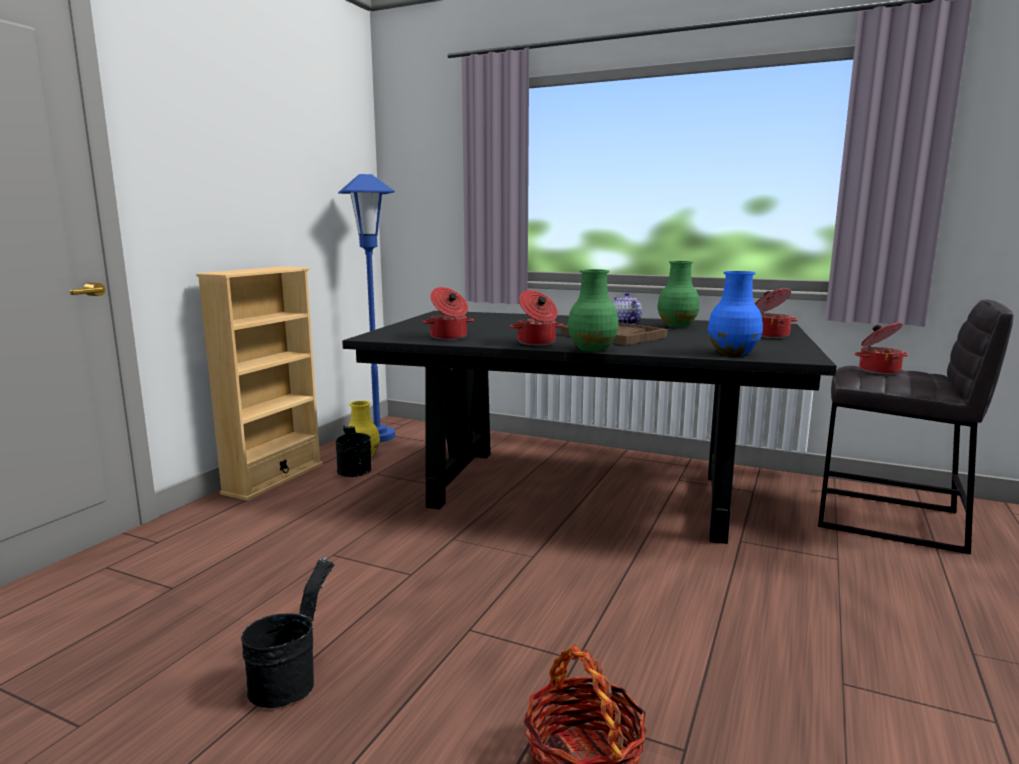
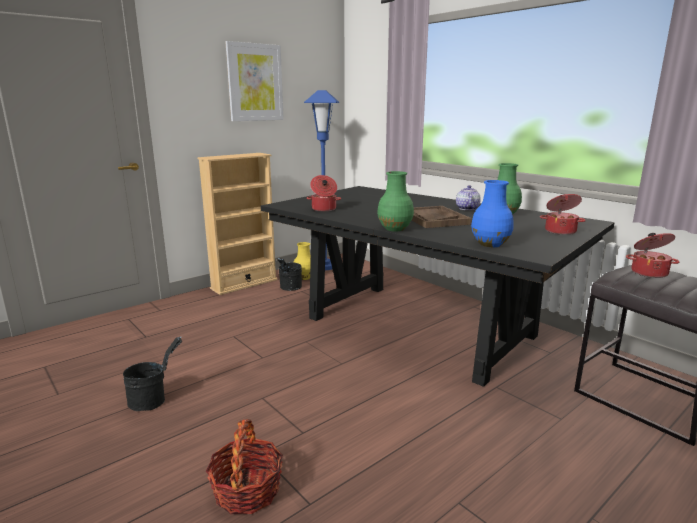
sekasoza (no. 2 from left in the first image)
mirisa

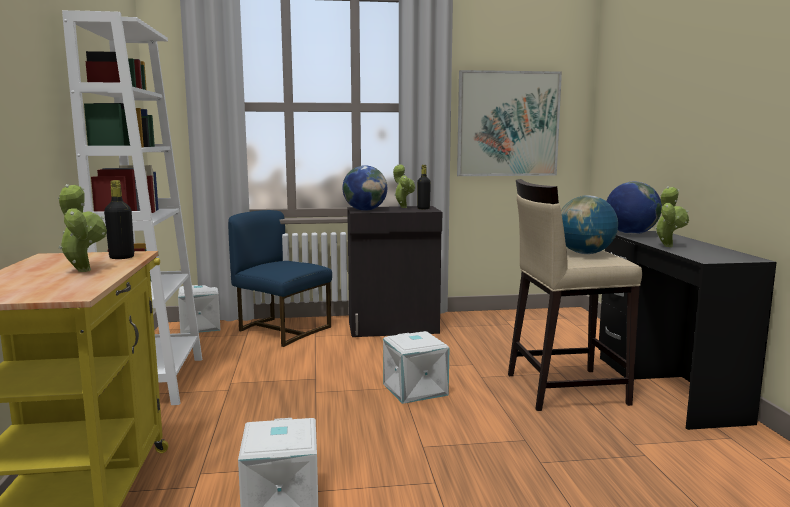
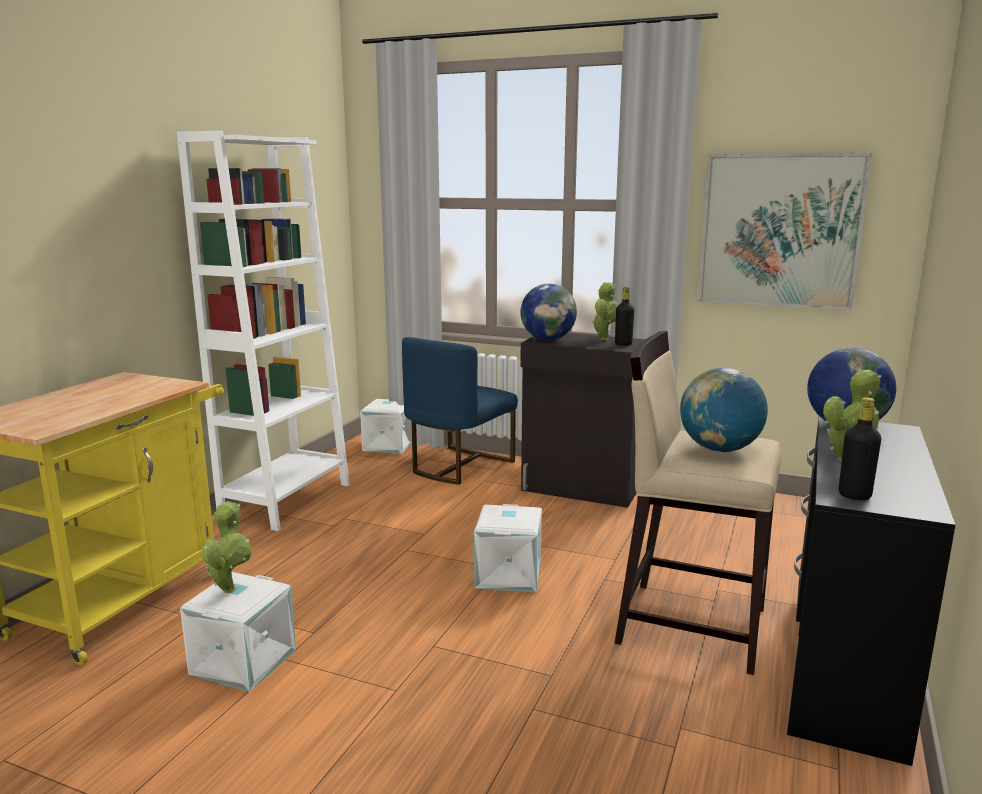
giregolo (no. 1 from left)
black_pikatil (no. 2 from left)
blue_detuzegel

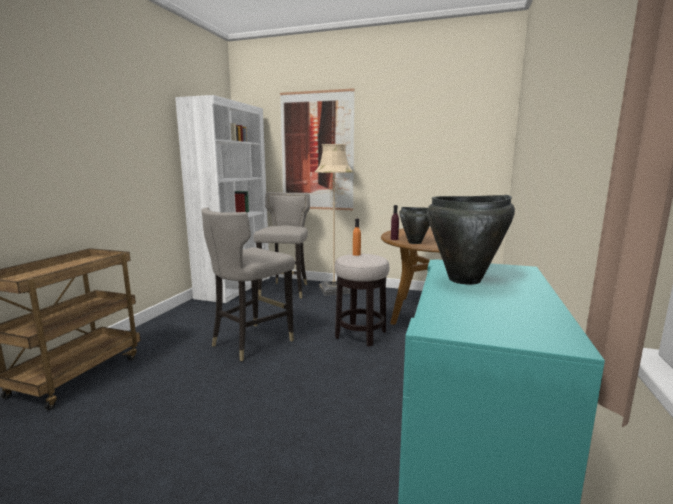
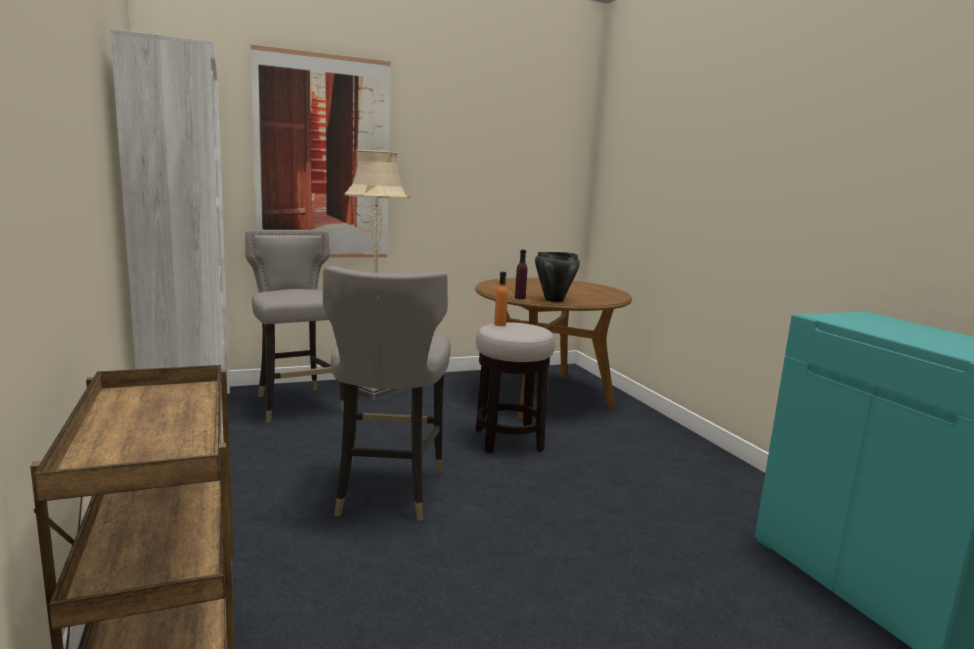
black_sekasoza (no. 2 from left in the first image)

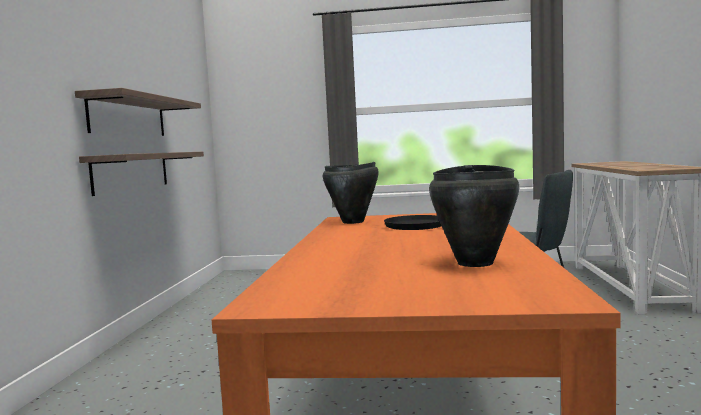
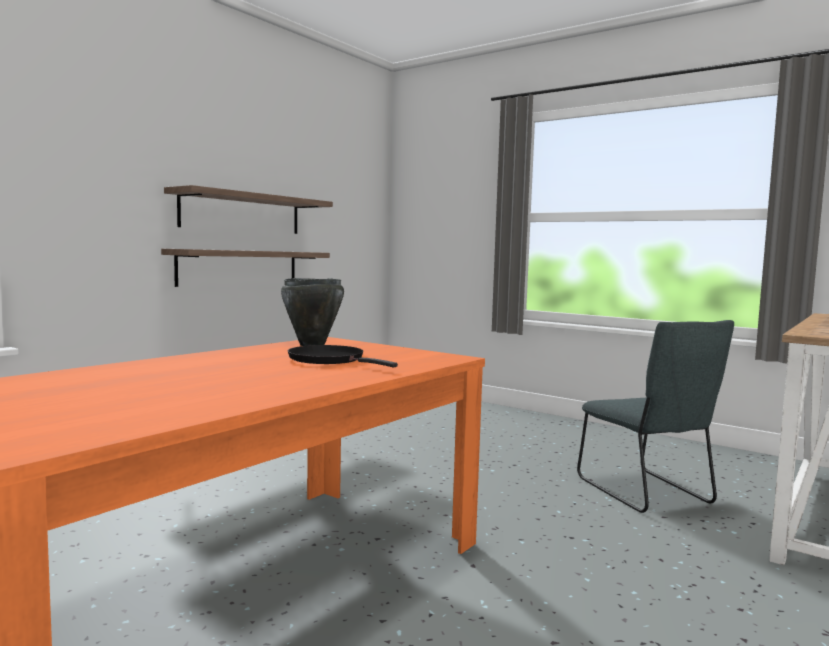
black_sekasoza (no. 2 from left in the first image)

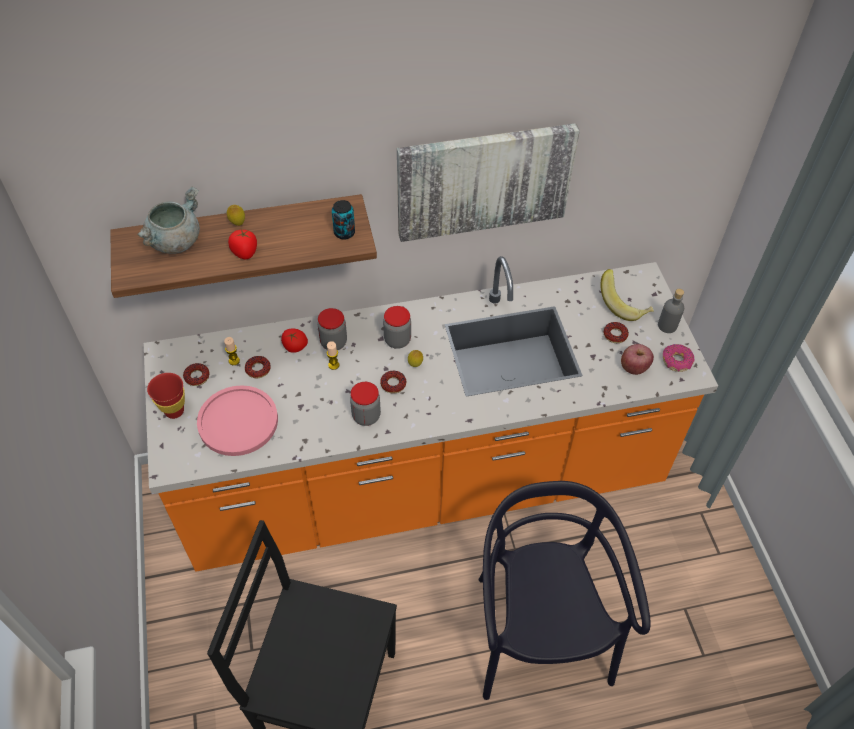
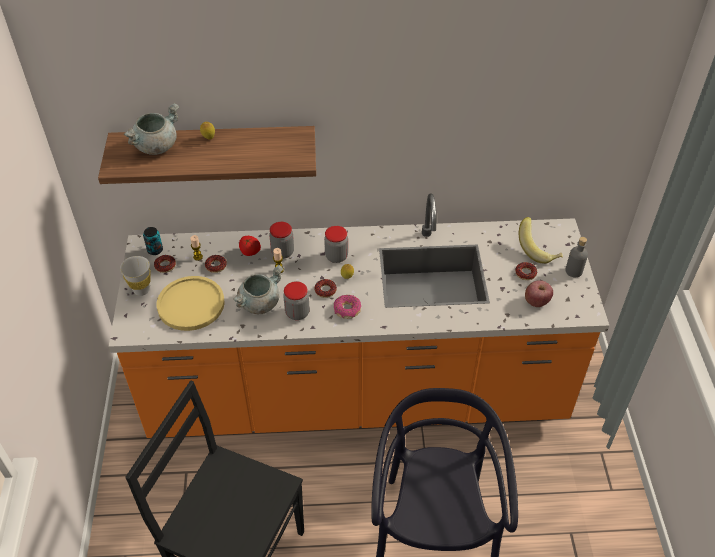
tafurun (no. 1 from left in the first image)
mirisa
grey_sekasoza (no. 2 from left)
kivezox
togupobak (no. 4 from left)
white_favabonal
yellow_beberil

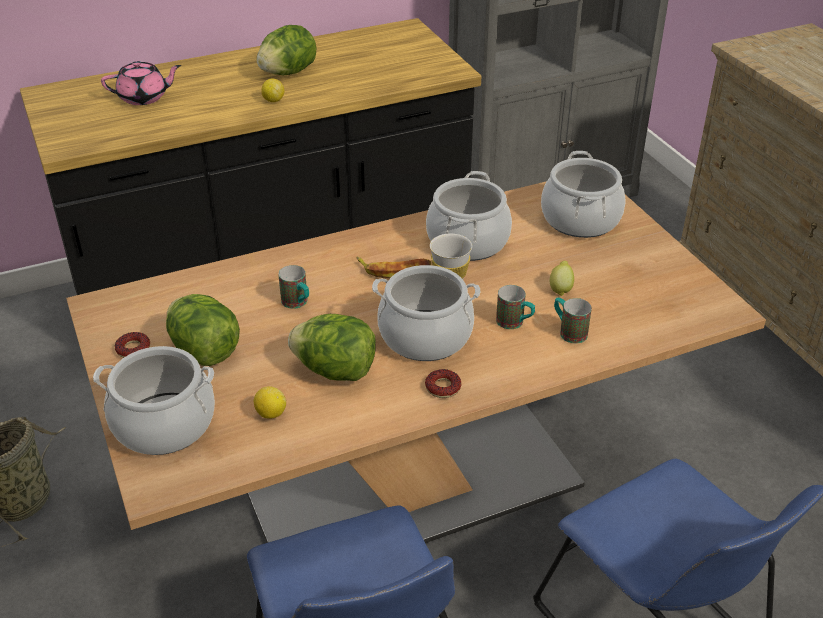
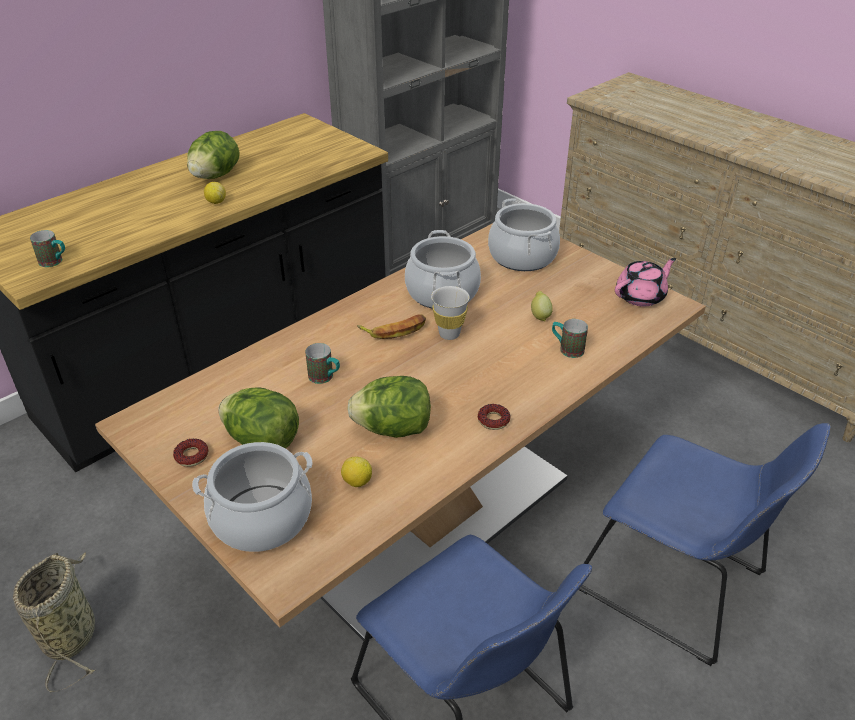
sekasoza (no. 2 from left in the first image)
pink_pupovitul
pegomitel (no. 1 from left)

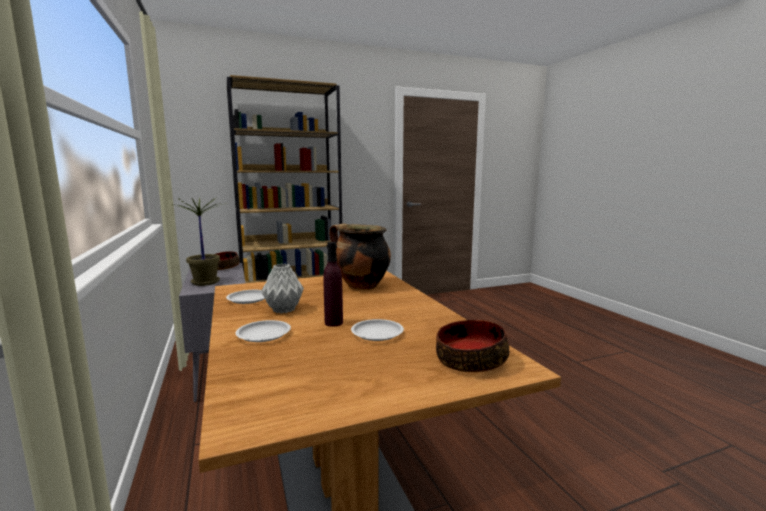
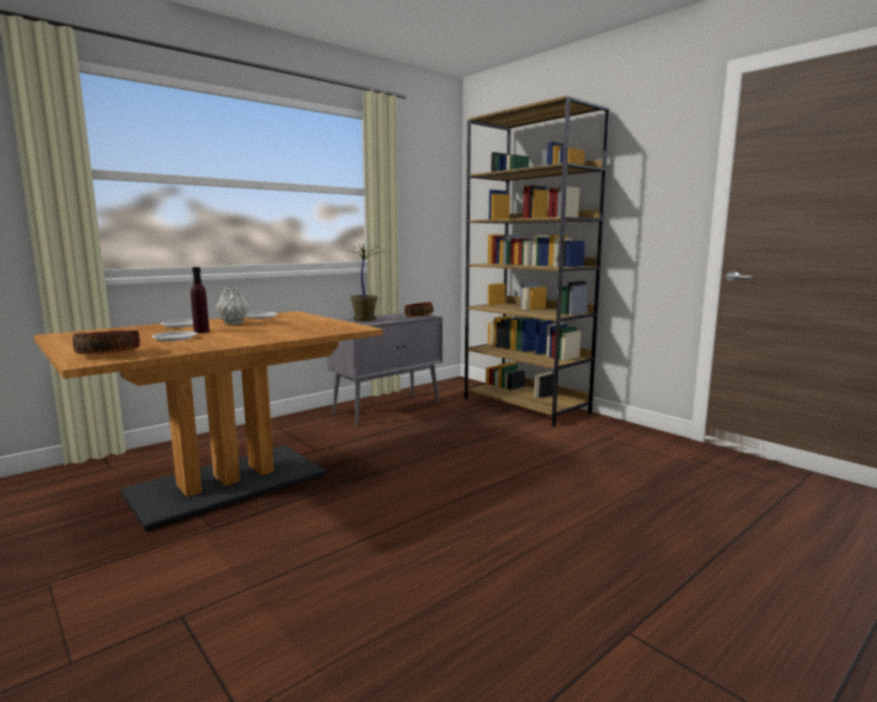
sekasoza

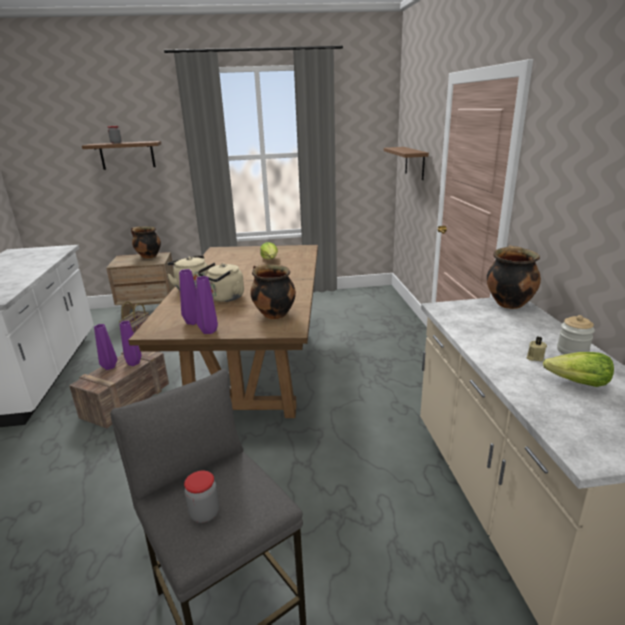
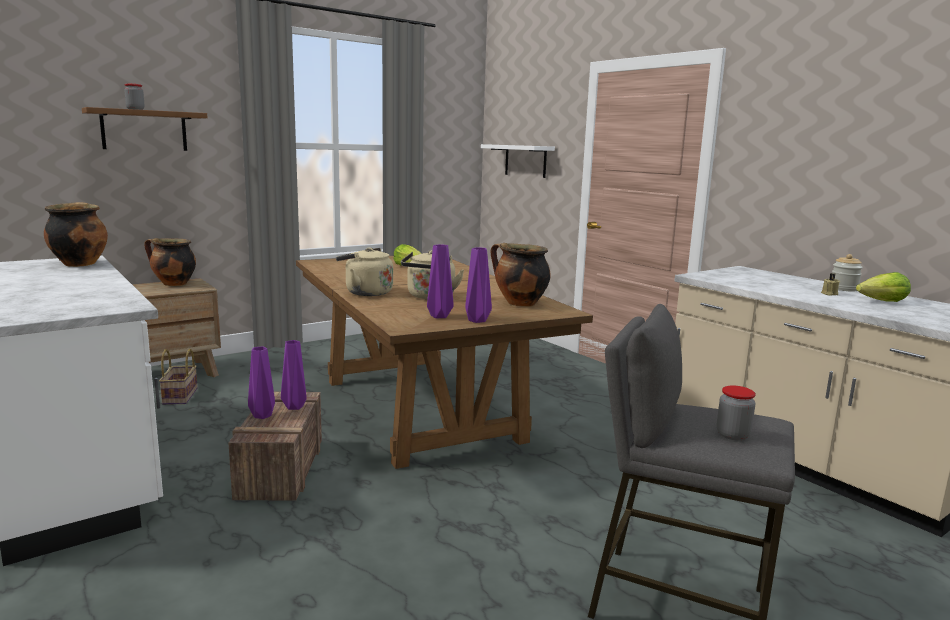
sekasoza (no. 1 from left)
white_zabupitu

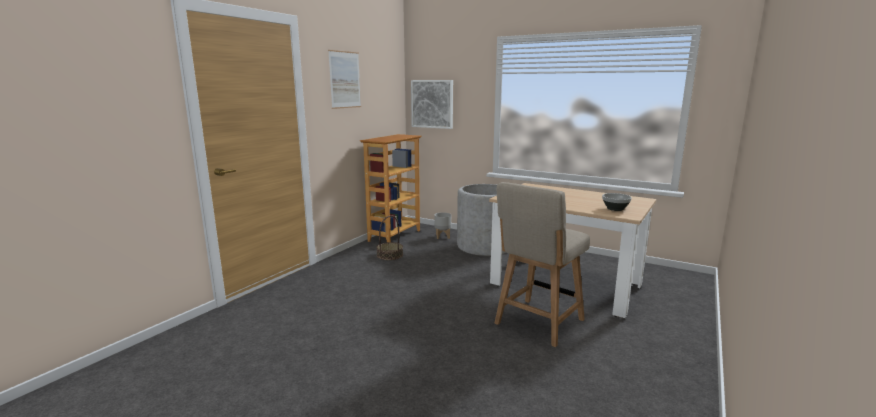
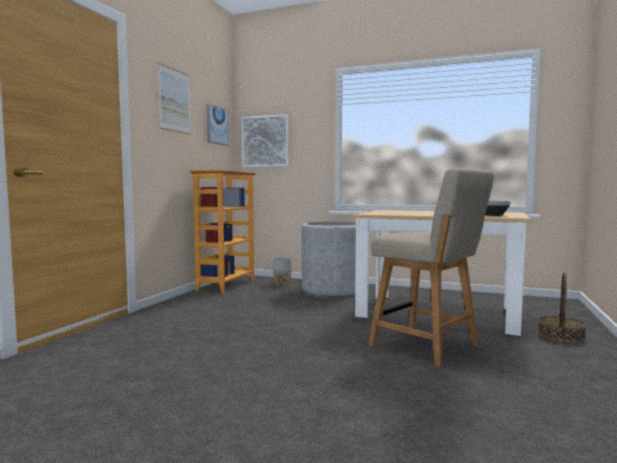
mirisa (no. 2 from left)
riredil
beige_detuzegel

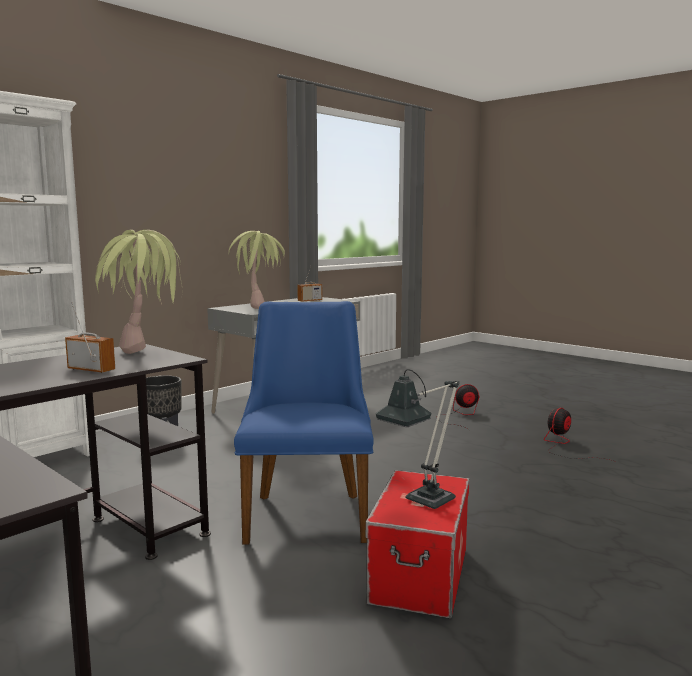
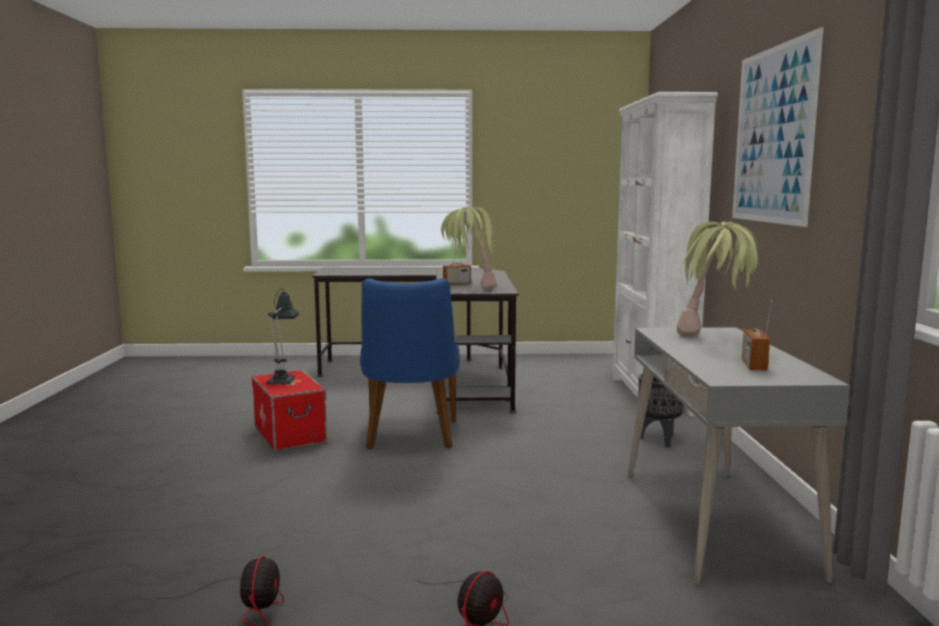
mirisa
blue_detuzegel

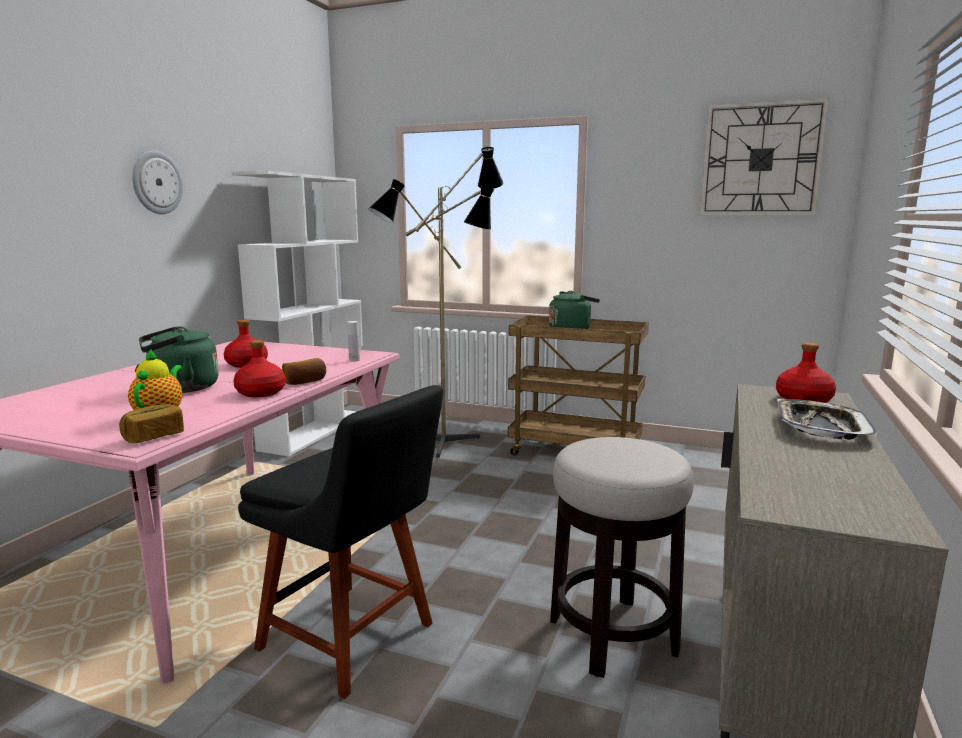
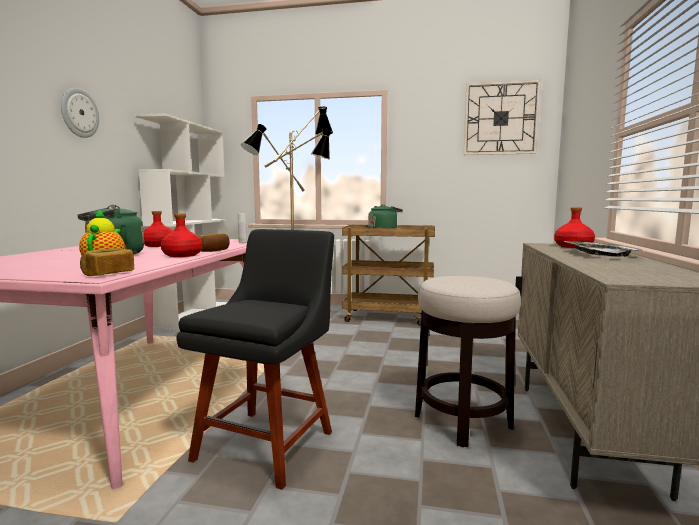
black_detuzegel

